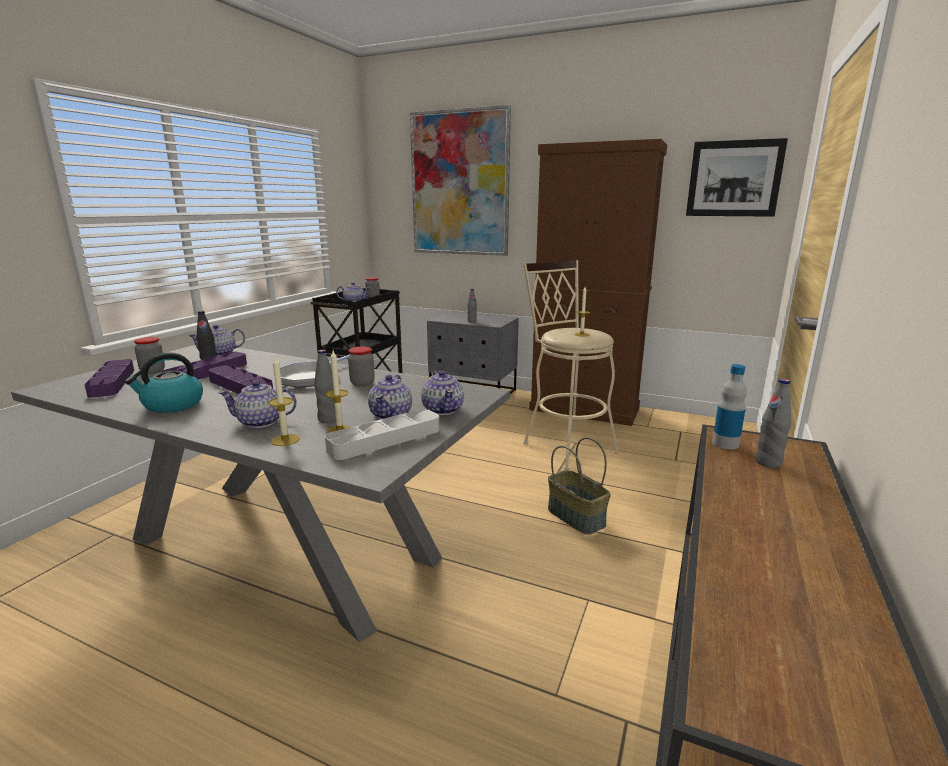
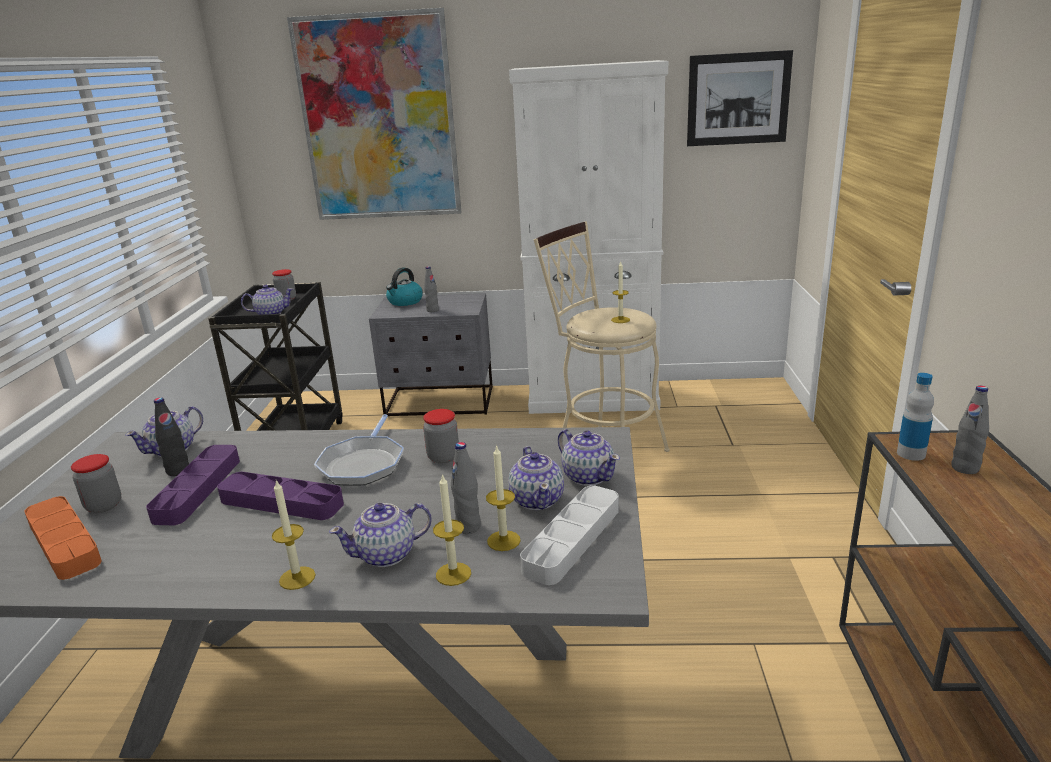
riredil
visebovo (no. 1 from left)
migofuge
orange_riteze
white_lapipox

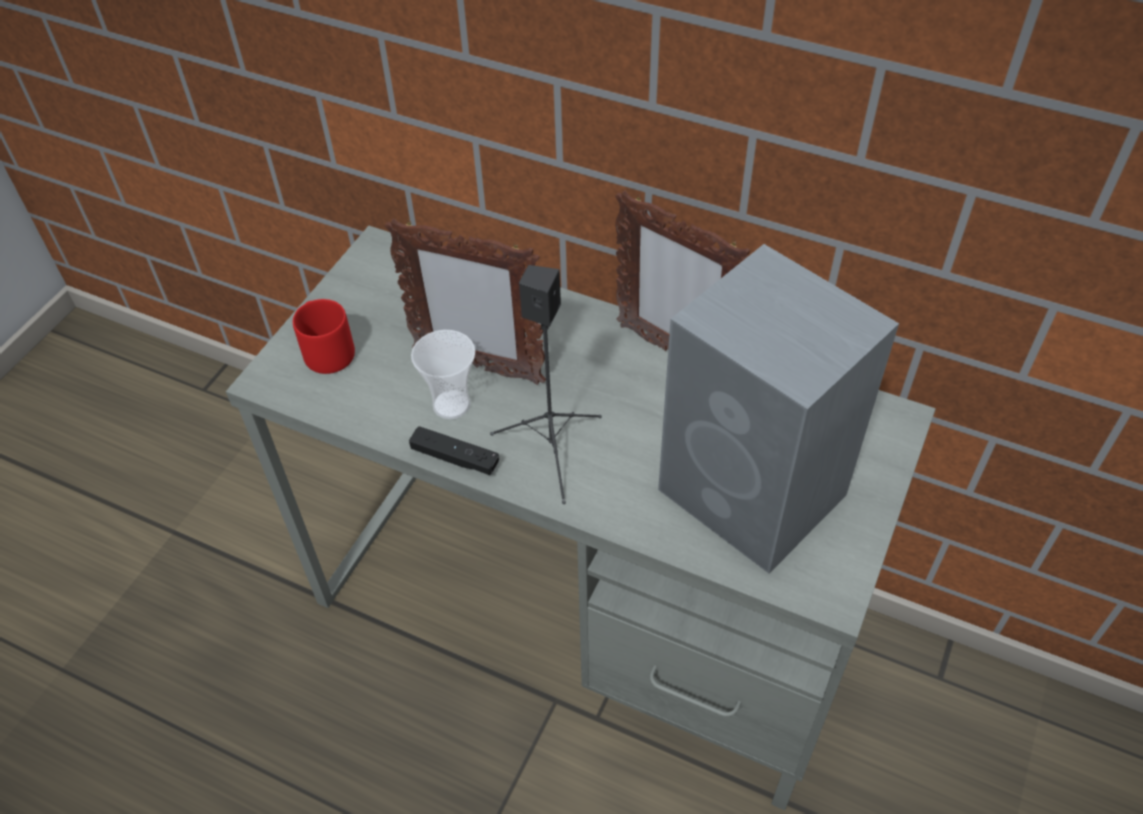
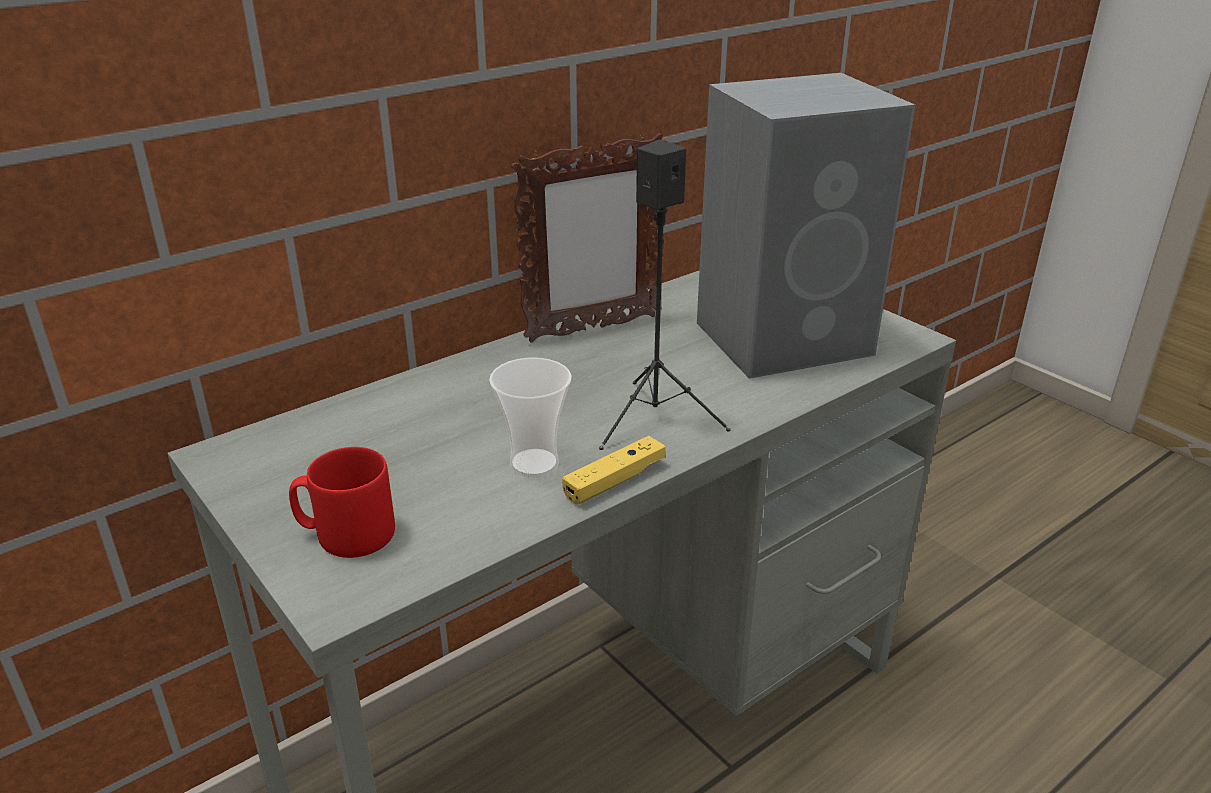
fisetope (no. 1 from left in the first image)
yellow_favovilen

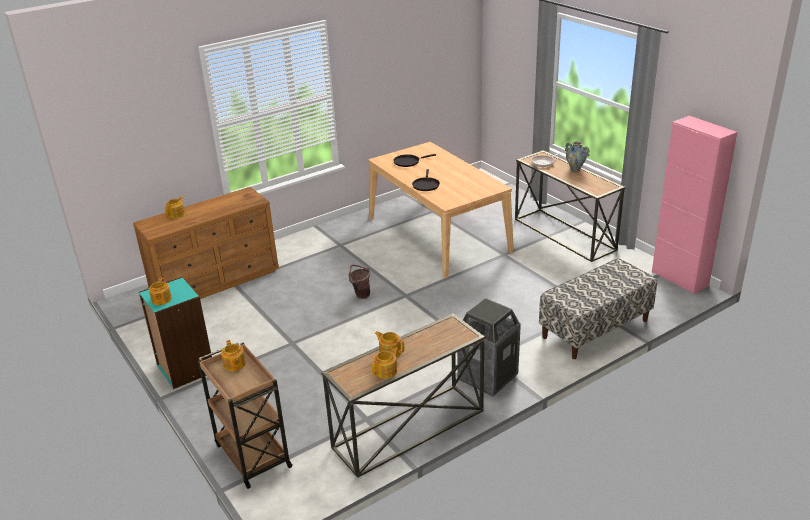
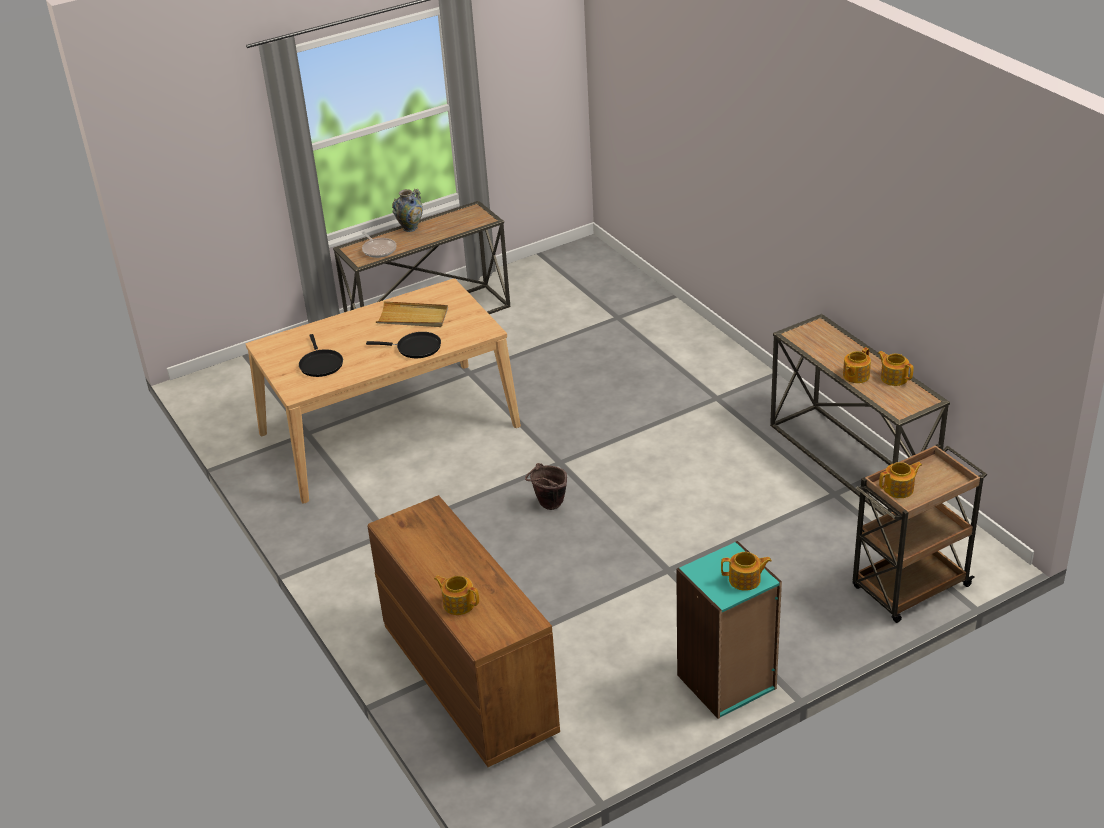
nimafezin
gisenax
pink_lapipox
beige_riteze

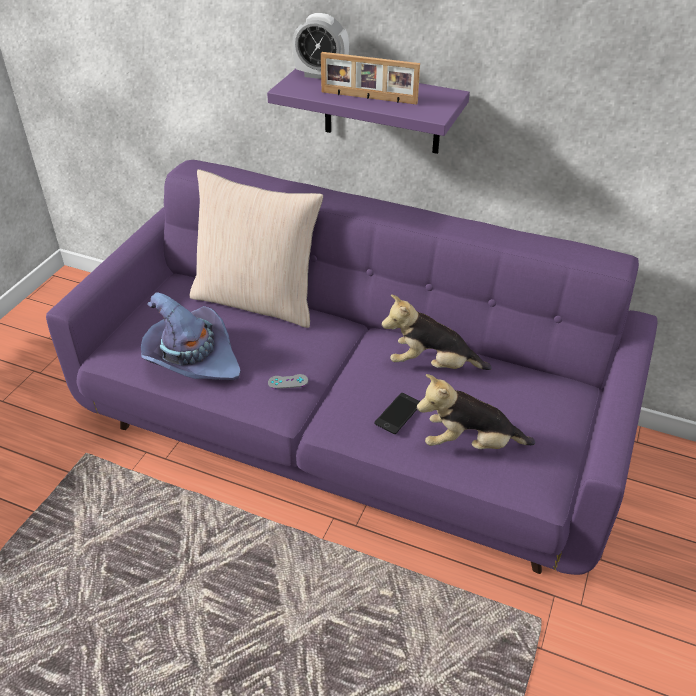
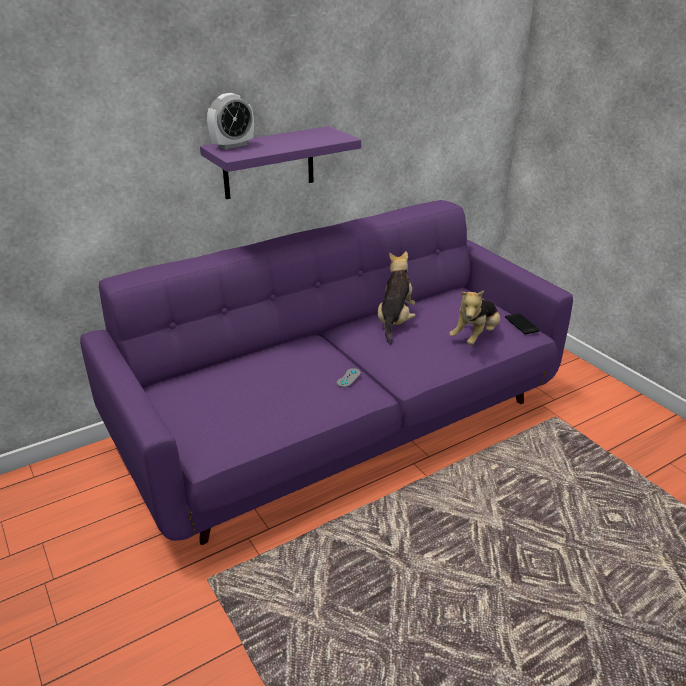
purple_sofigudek
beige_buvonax
fisetope
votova
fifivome (no. 1 from left)

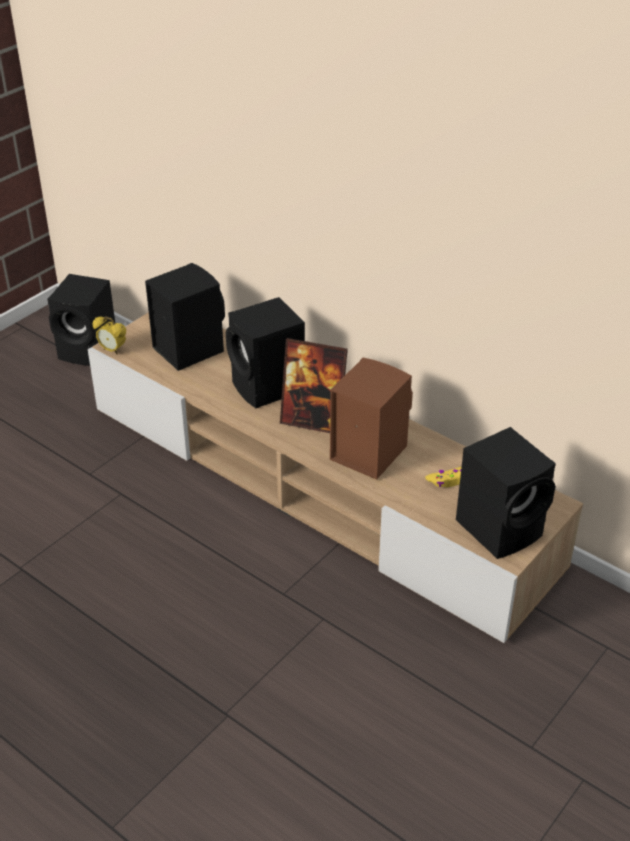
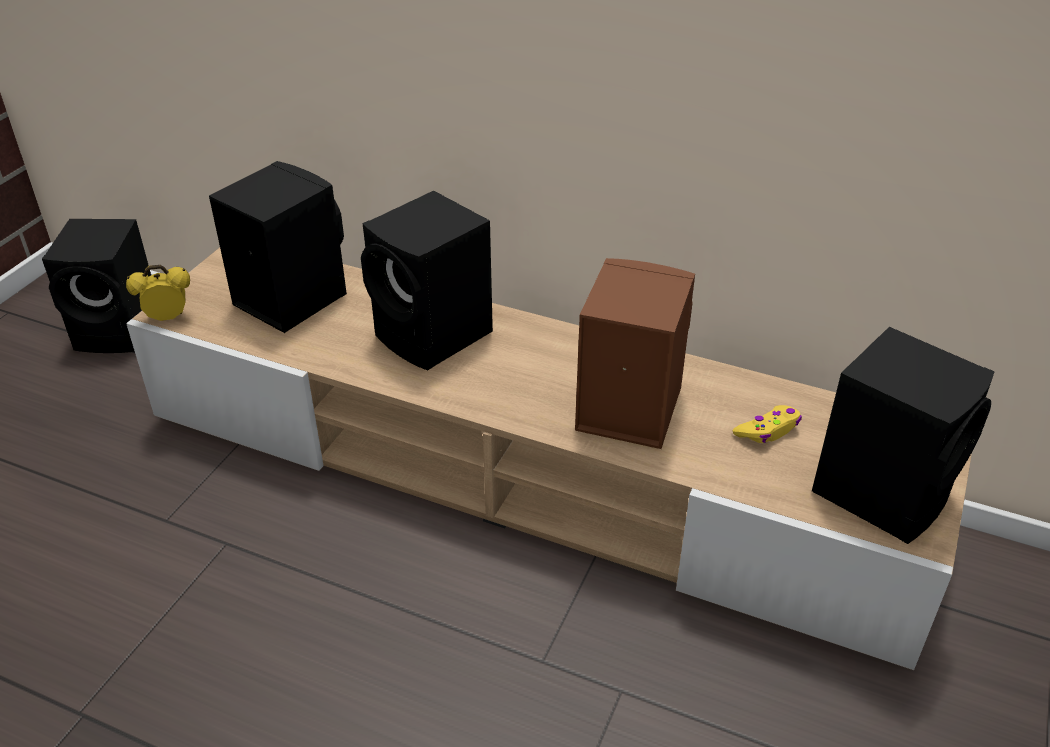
fisetope
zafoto

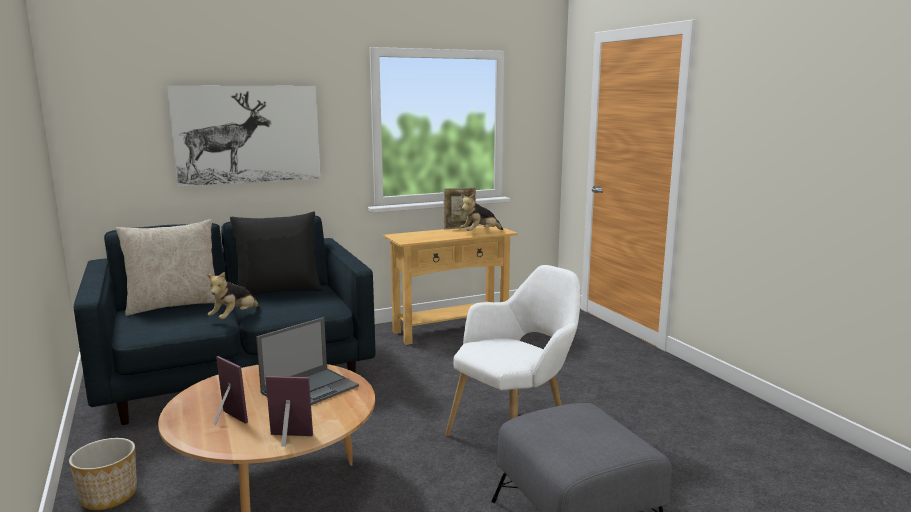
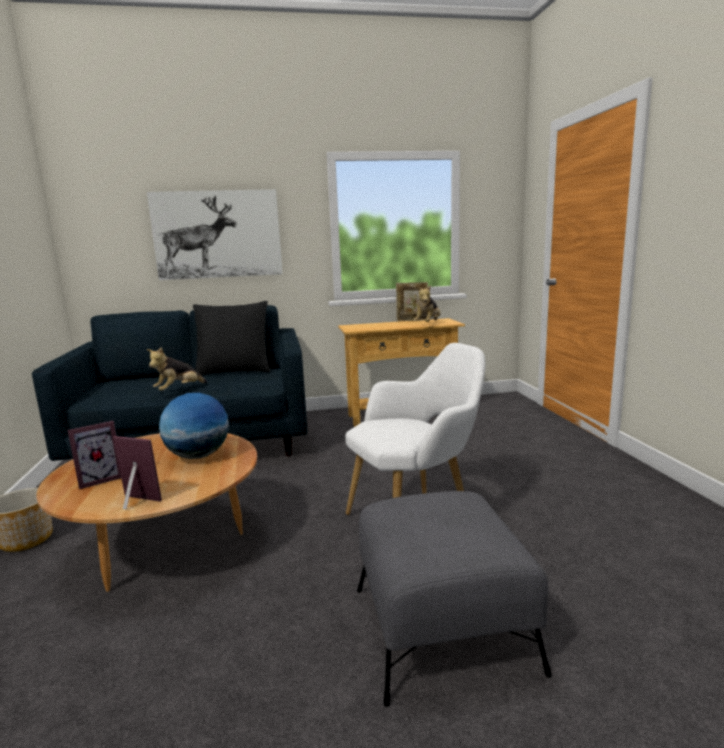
beige_buvonax
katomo
fisetope (no. 1 from left)
fifivome (no. 2 from left)

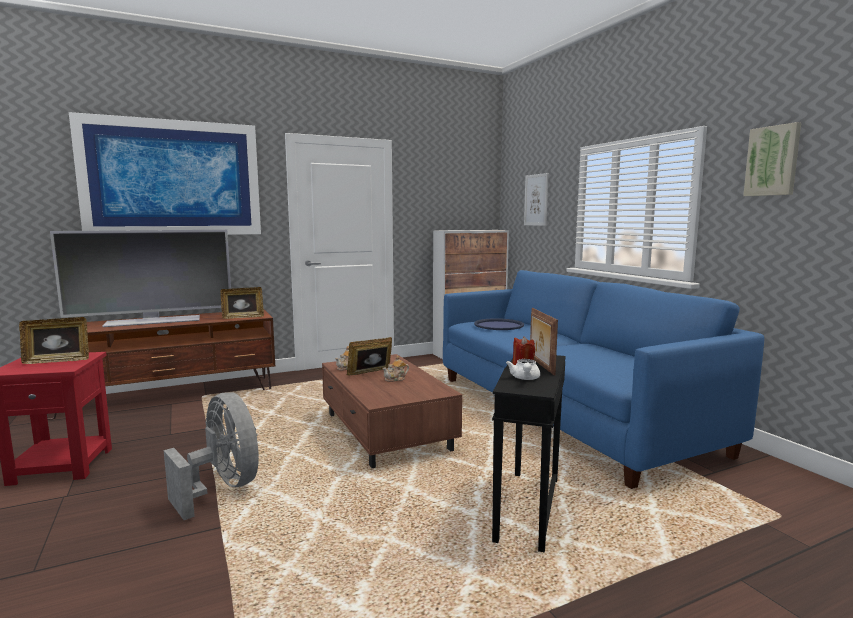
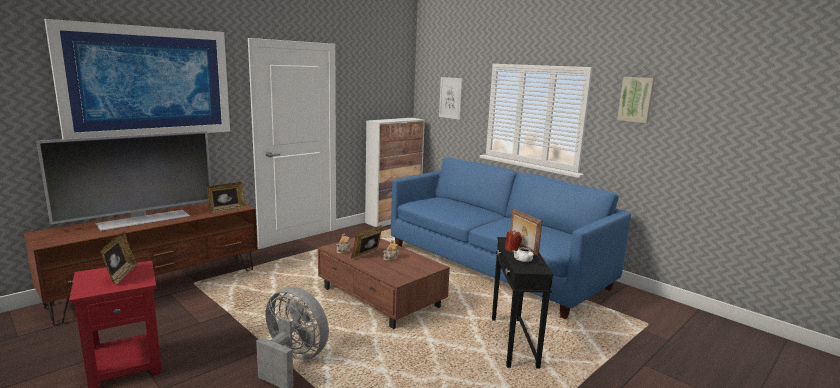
blue_riteze
fisetope (no. 1 from left)

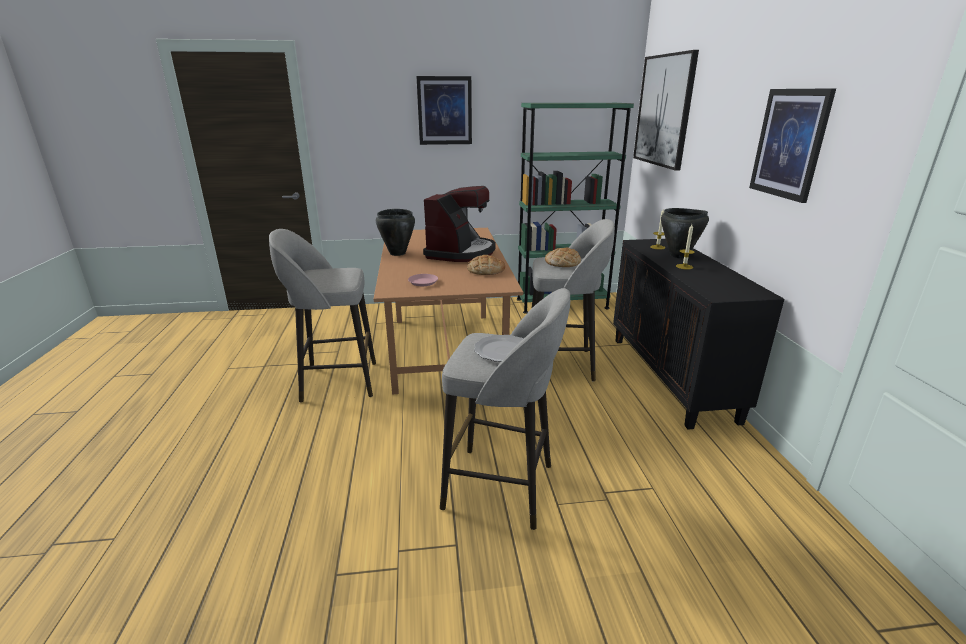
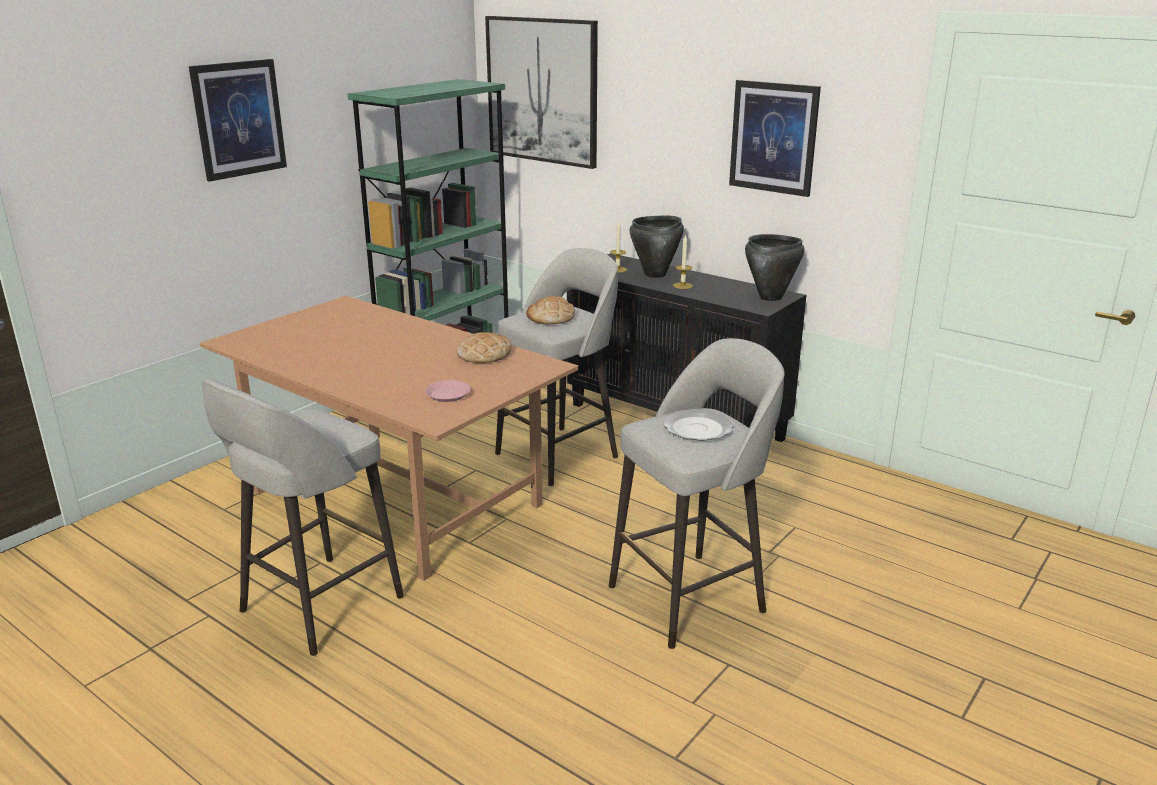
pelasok
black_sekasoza (no. 2 from left)

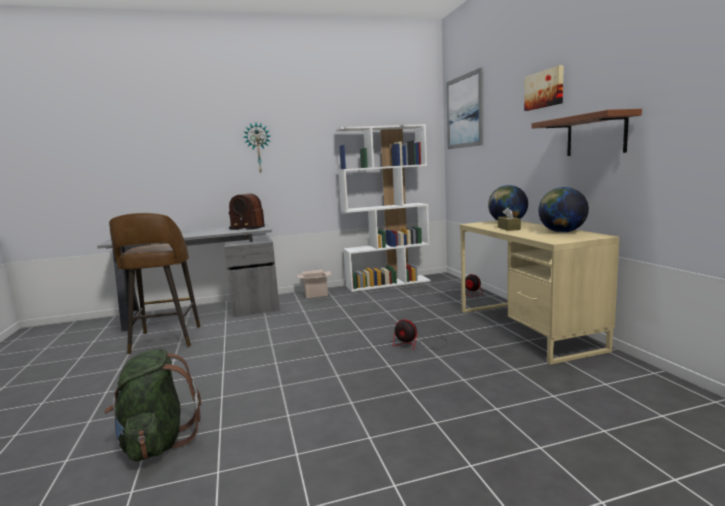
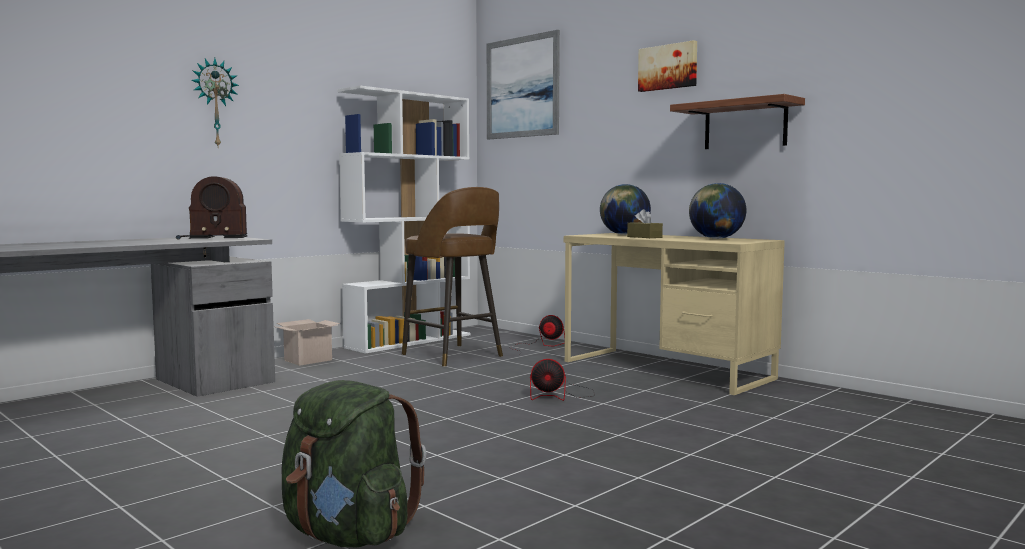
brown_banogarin

